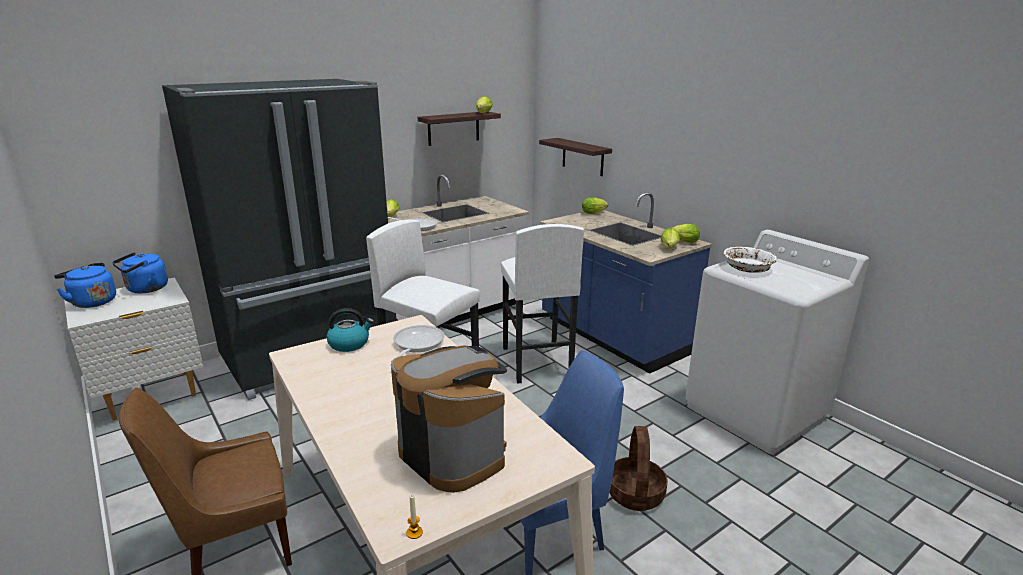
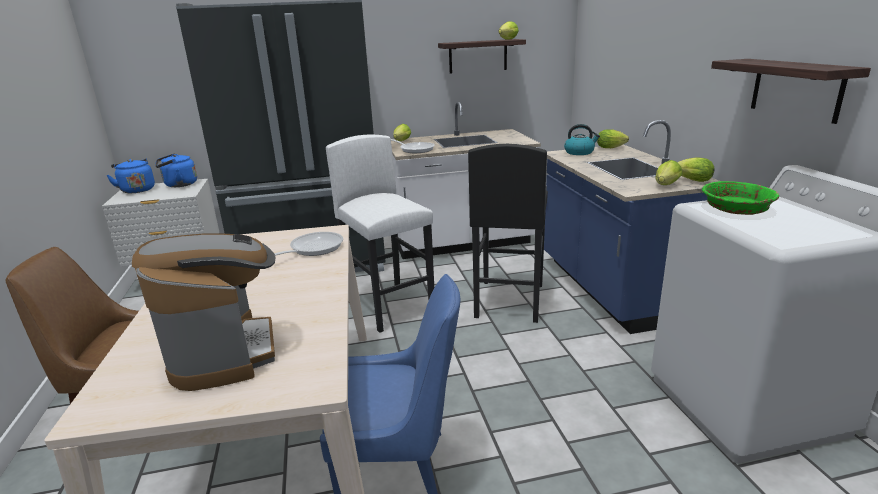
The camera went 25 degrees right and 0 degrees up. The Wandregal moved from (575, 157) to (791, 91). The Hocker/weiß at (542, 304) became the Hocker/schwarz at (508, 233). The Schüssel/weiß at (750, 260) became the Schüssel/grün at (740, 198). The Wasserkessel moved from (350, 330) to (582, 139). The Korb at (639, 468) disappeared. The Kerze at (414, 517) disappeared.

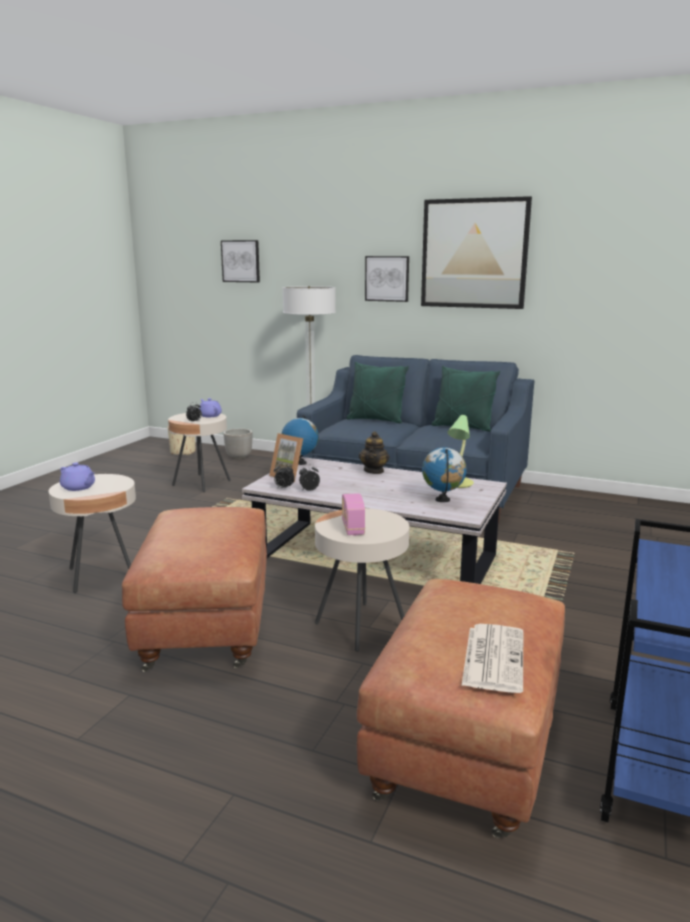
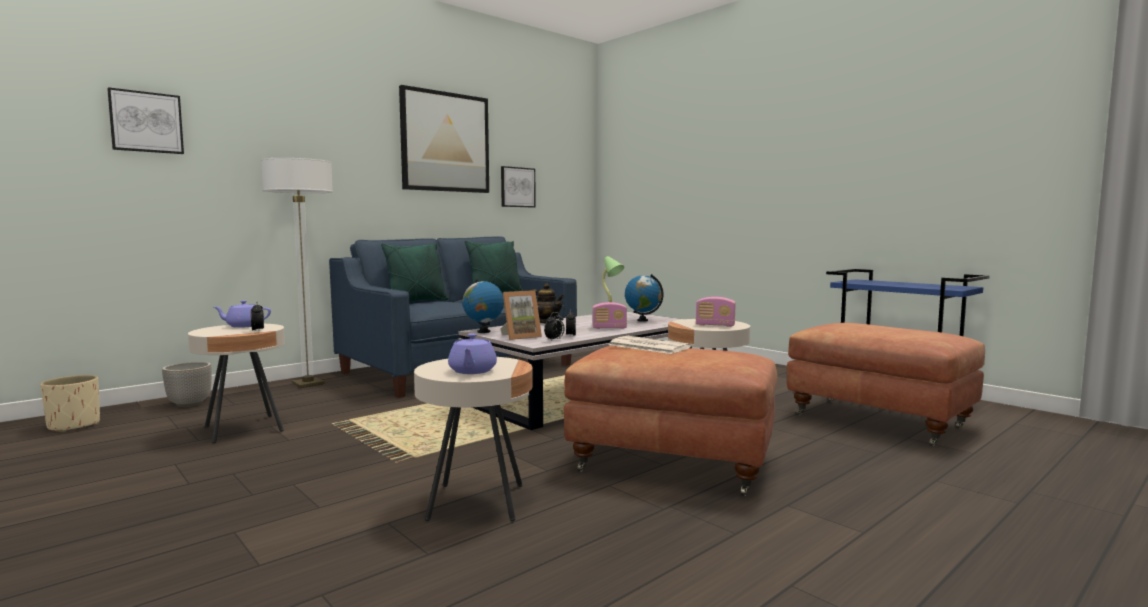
The camera went 65 degrees left and 10 degrees down. The Bild moved from (387, 279) to (518, 186). The Teekanne/lila at (77, 476) turned 120 degrees clockwise. The Zeitung moved from (492, 658) to (650, 345). The Radio at (609, 315) appeared.

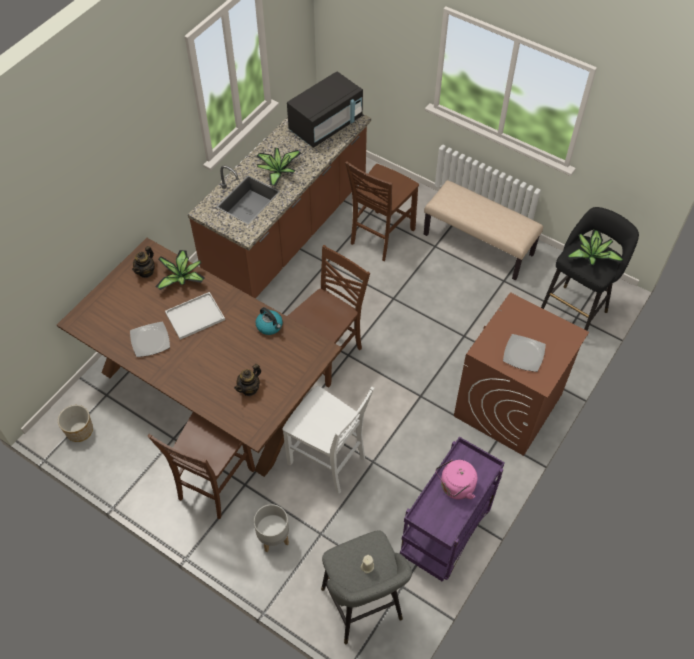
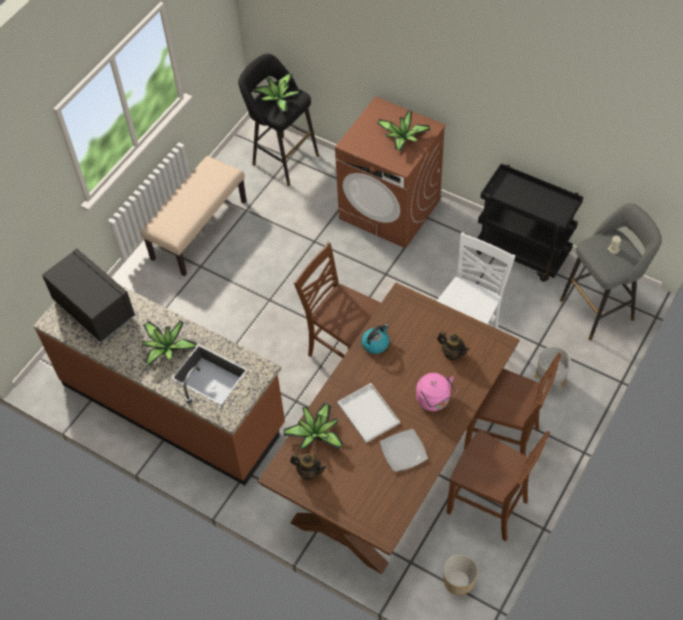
The camera went 90 degrees left and 0 degrees up. The Stuhl/braun moved from (382, 211) to (498, 486). The Teller at (524, 353) was replaced by the Topfpflanze at (403, 131). The Rollwagen/lila at (452, 509) became the Rollwagen/schwarz at (529, 223). The Wasserkessel/rosa moved from (456, 479) to (436, 392).

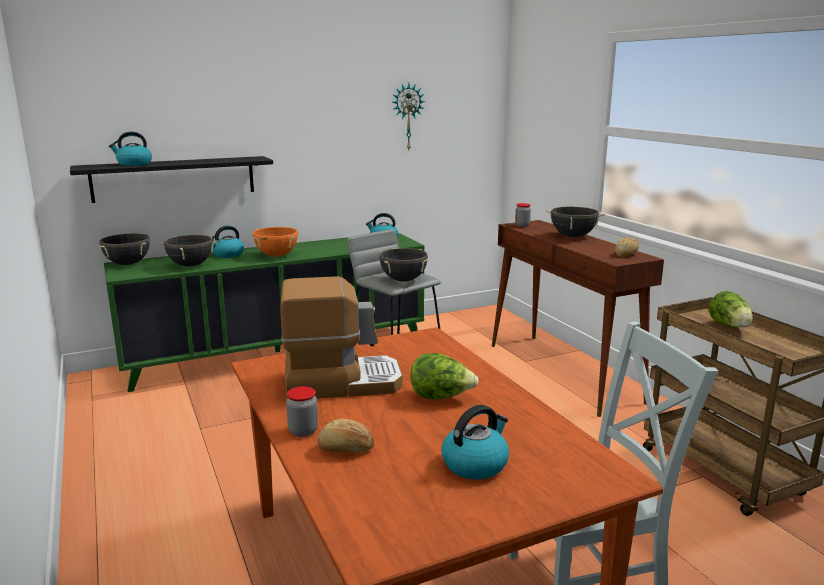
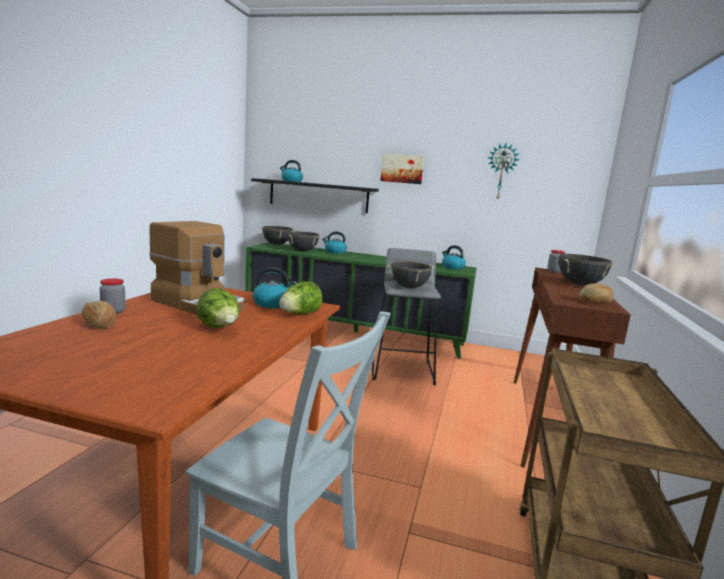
The camera went 40 degrees right and 5 degrees down. The Kochtopf/orange at (275, 242) disappeared. The Salatkopf moved from (731, 309) to (300, 297). The Wasserkessel moved from (475, 442) to (274, 287). The Bild at (402, 168) appeared.

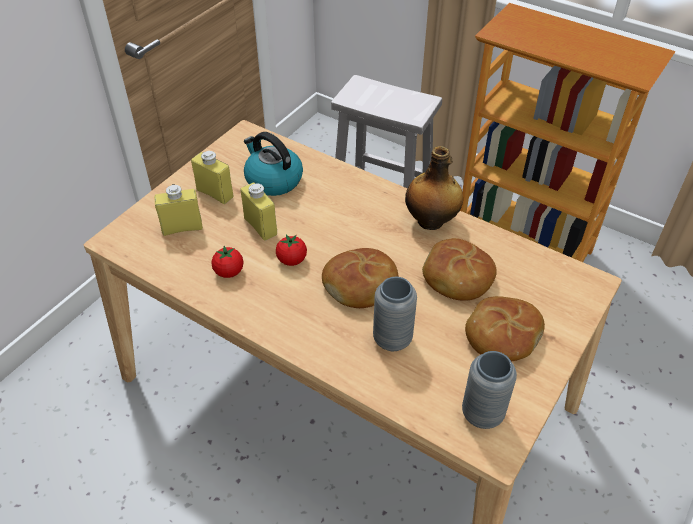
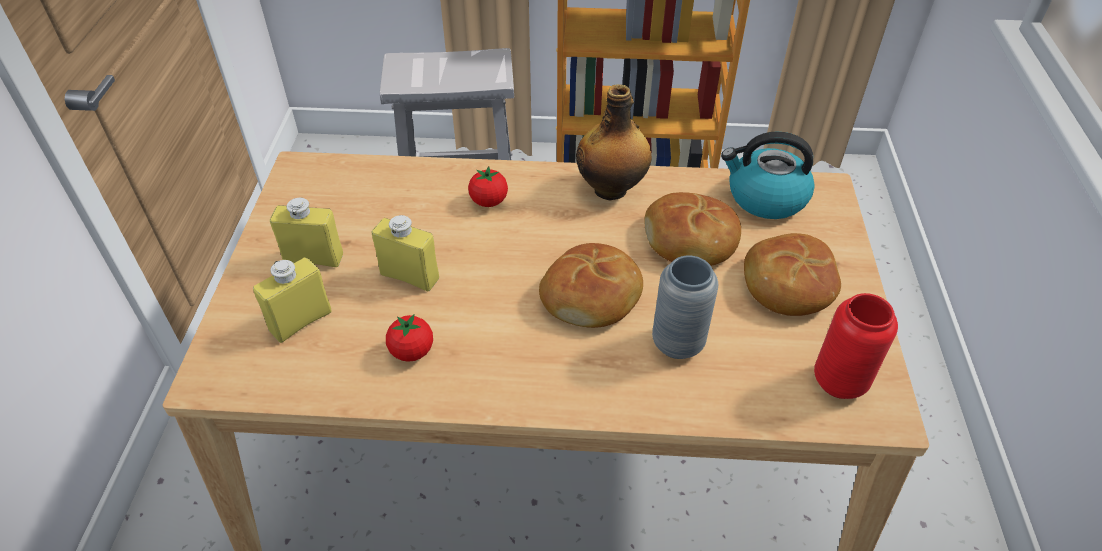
The camera went 30 degrees left and 0 degrees up. The Wasserkessel moved from (273, 164) to (768, 175). The Tomate moved from (291, 250) to (488, 186). The Vase/grau at (489, 390) became the Vase/rot at (856, 346).

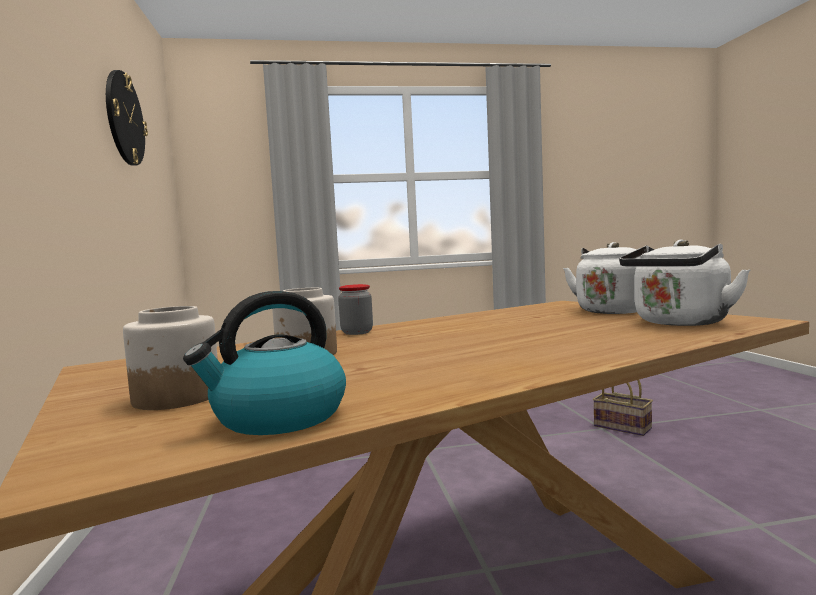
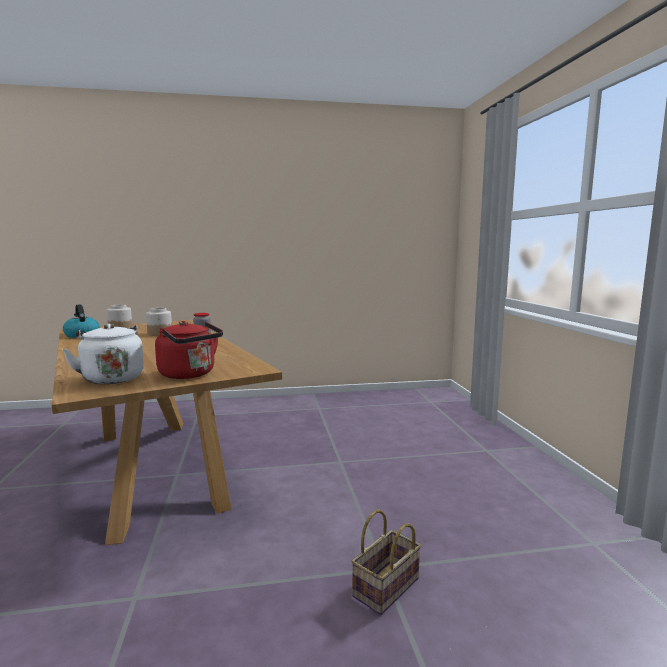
The camera went 90 degrees right and 5 degrees up. The Wanduhr at (127, 118) disappeared. The Wasserkessel/weiß at (608, 278) became the Wasserkessel/rot at (189, 350).

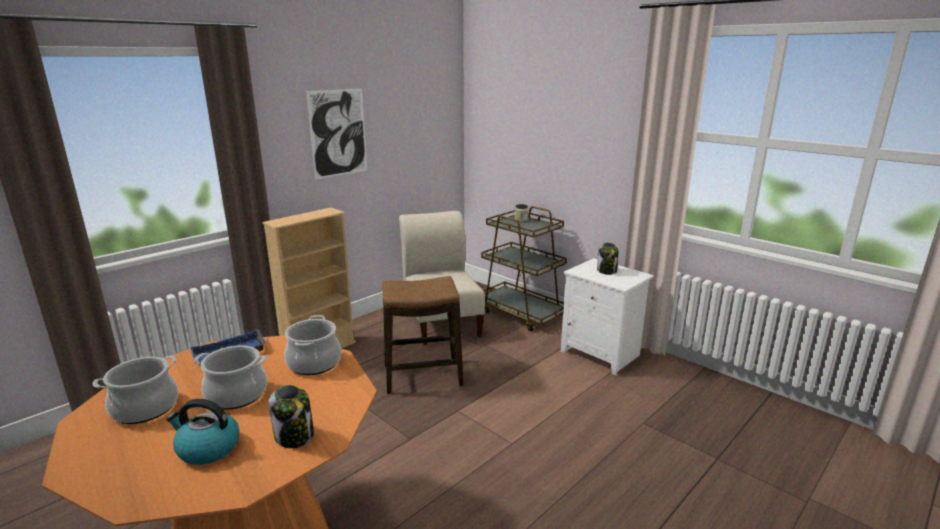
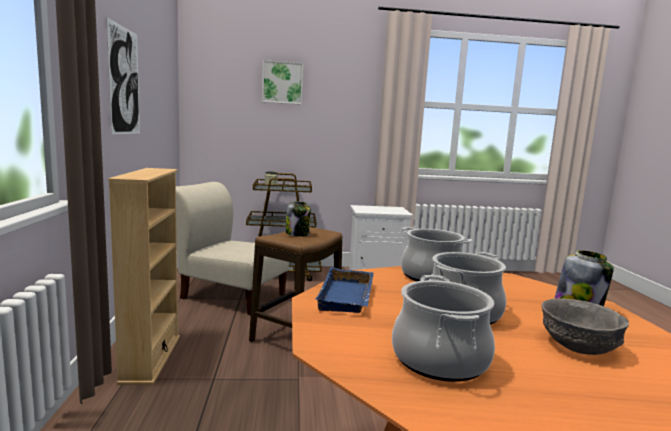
The camera went 50 degrees left and 10 degrees down. The Vorratsglas moved from (607, 258) to (298, 219). The Wasserkessel at (203, 432) was replaced by the Schüssel/grau at (585, 327). The Bild at (282, 82) appeared.

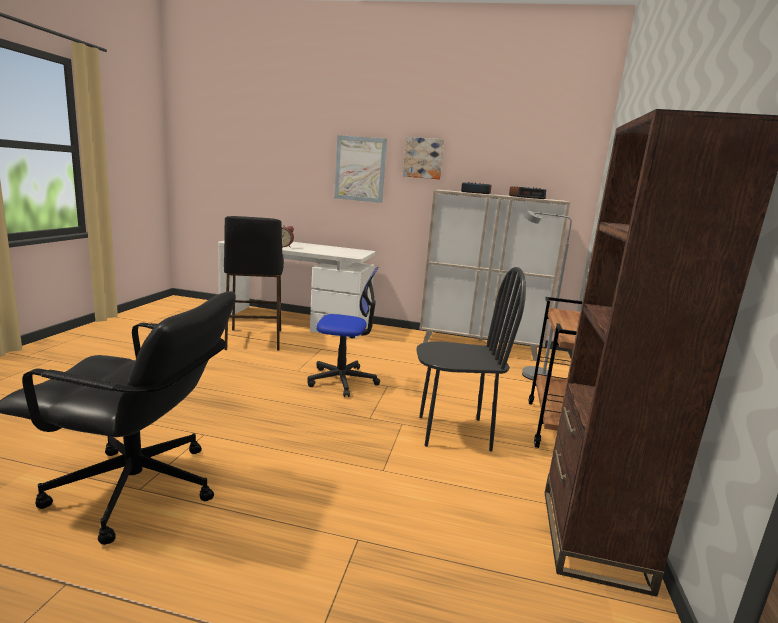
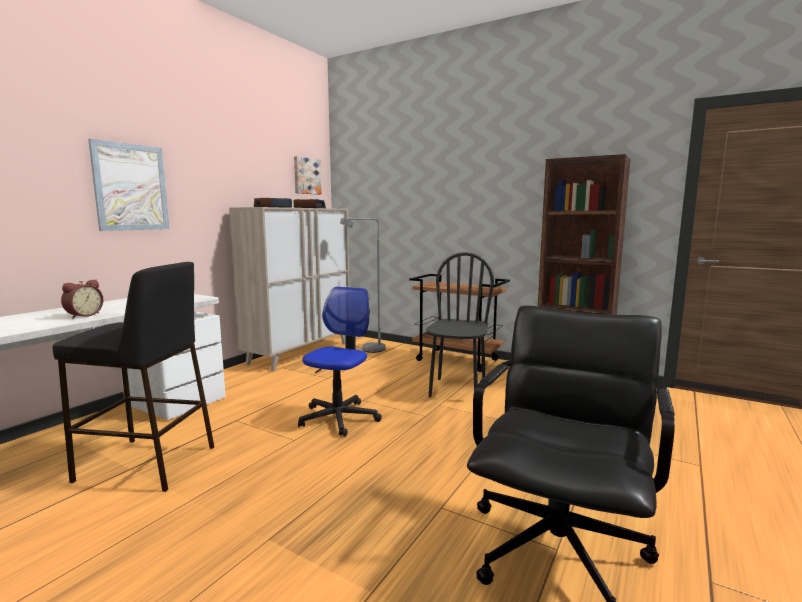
The camera went 70 degrees left and 5 degrees down. The Bild moved from (423, 158) to (308, 175).

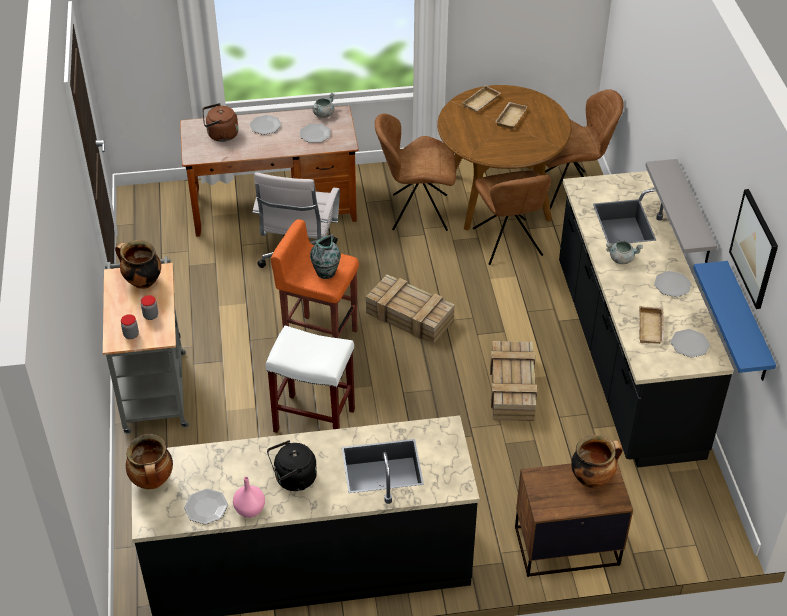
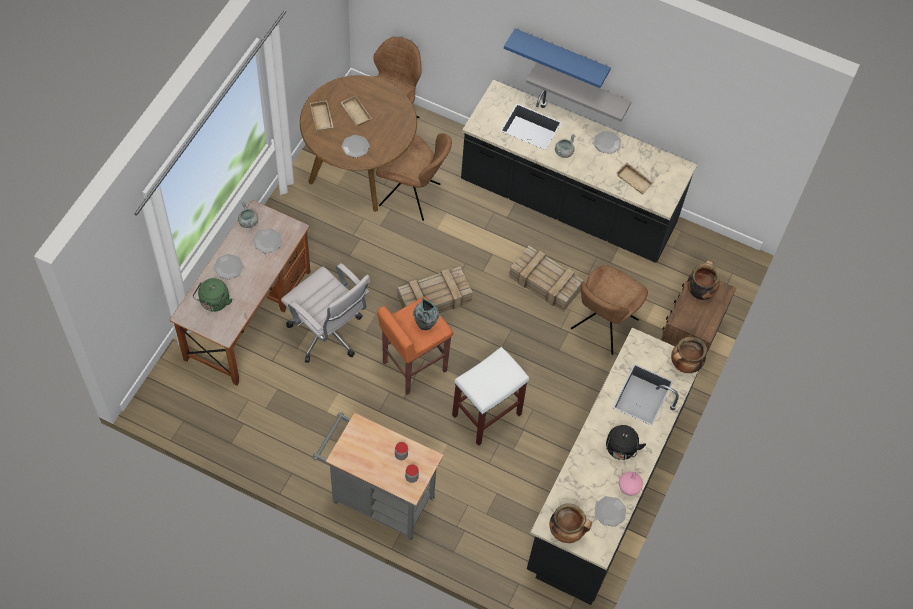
The camera went 60 degrees left and 15 degrees up. The Wasserkessel/braun at (220, 122) became the Wasserkessel/grün at (212, 295). The Stuhl/braun moved from (415, 172) to (609, 310). The Bild at (753, 249) disappeared. The Kochtopf moved from (138, 264) to (689, 355). The Wandregal/blau moved from (734, 321) to (557, 58). The Teller moved from (690, 343) to (355, 146).

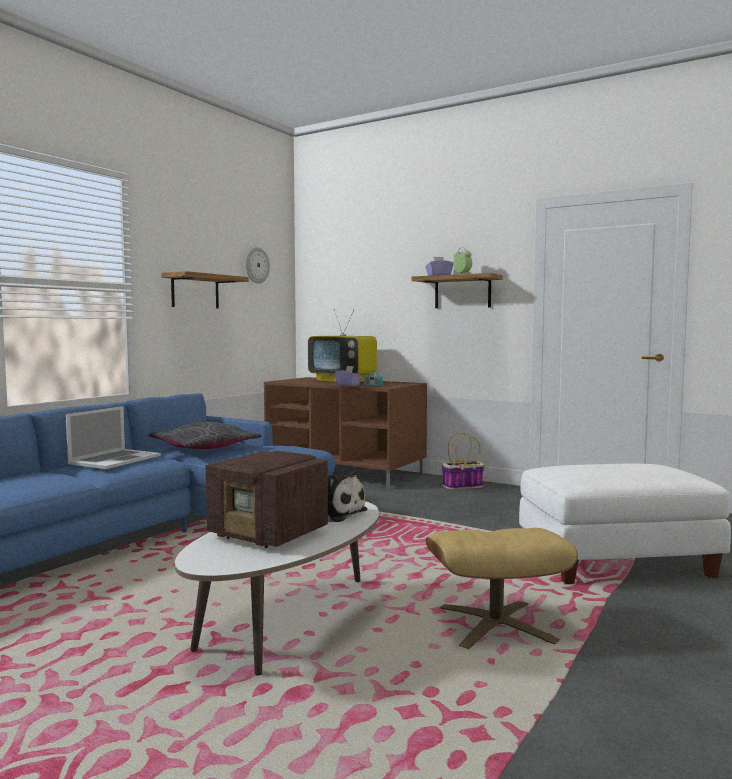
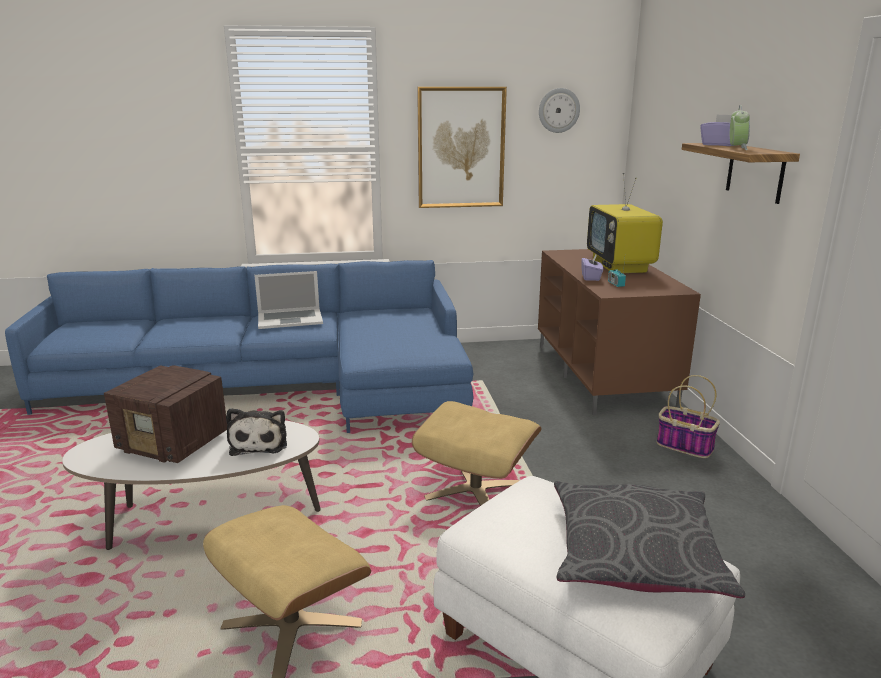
The camera went 50 degrees right and 15 degrees up. The Wandregal at (205, 290) was replaced by the Bild at (462, 147). The Kissen/grau moved from (205, 435) to (649, 539). The Radio at (267, 499) turned 60 degrees counterclockwise. The Polsterhocker/beige at (476, 453) appeared.

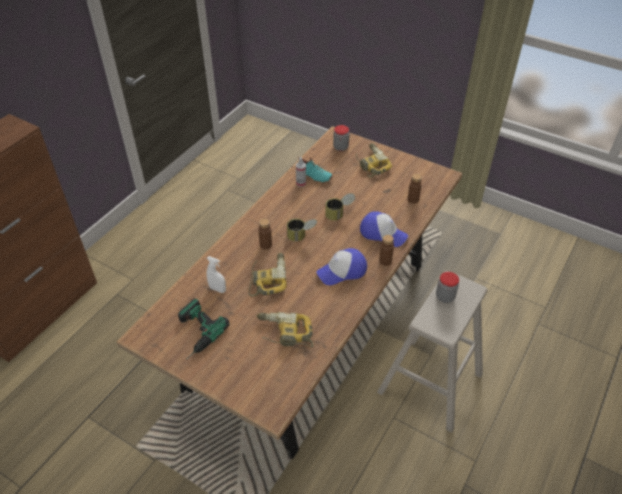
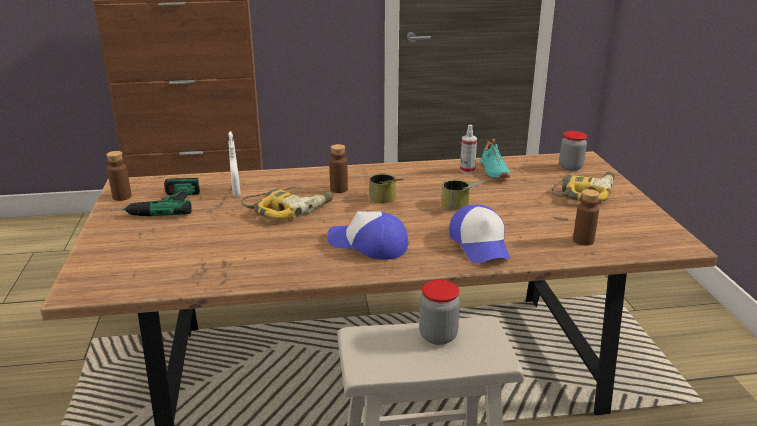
The camera went 50 degrees right and 20 degrees down. The Flasche/braun moved from (386, 250) to (119, 176). The Bohrmaschine at (285, 330) disappeared.

